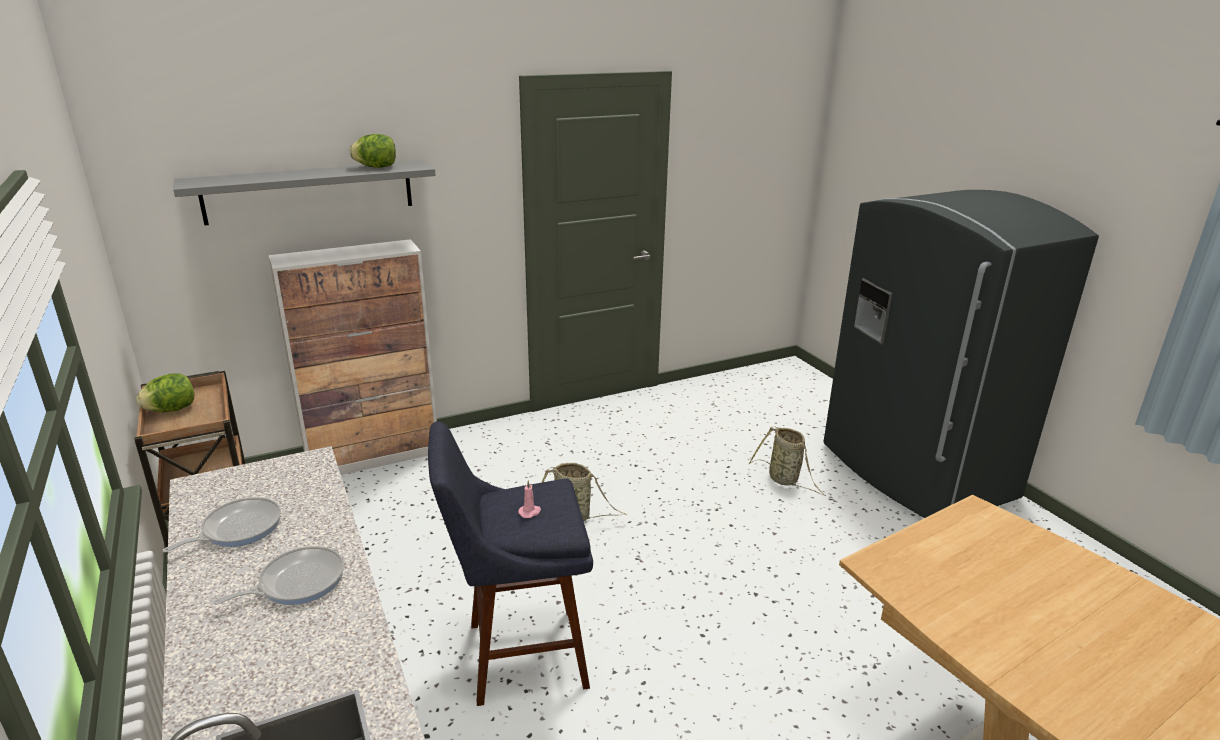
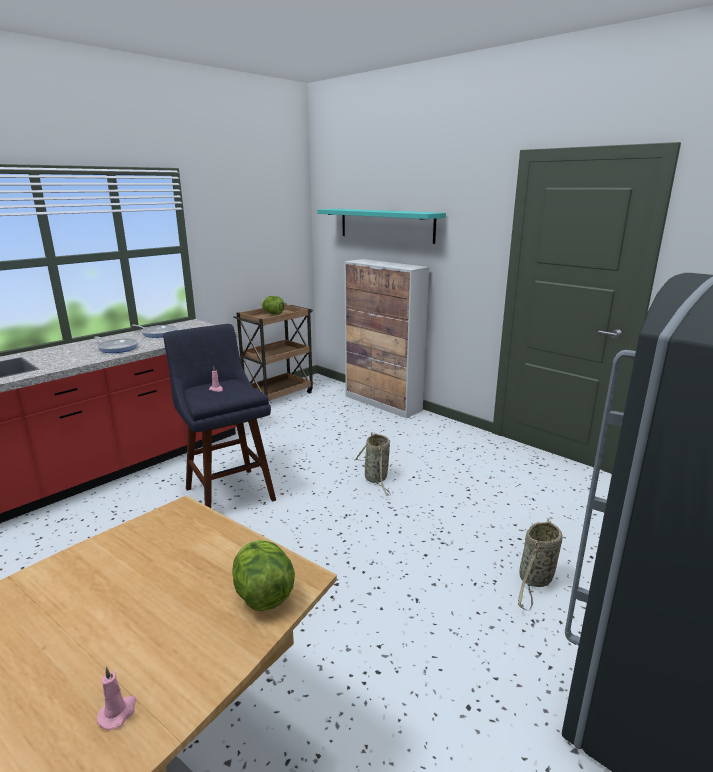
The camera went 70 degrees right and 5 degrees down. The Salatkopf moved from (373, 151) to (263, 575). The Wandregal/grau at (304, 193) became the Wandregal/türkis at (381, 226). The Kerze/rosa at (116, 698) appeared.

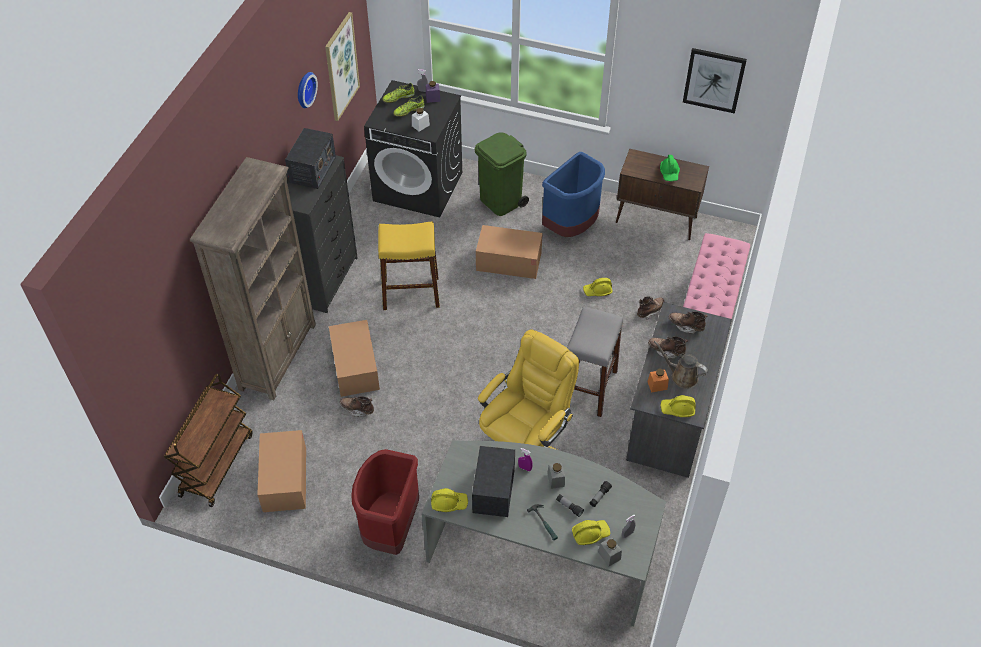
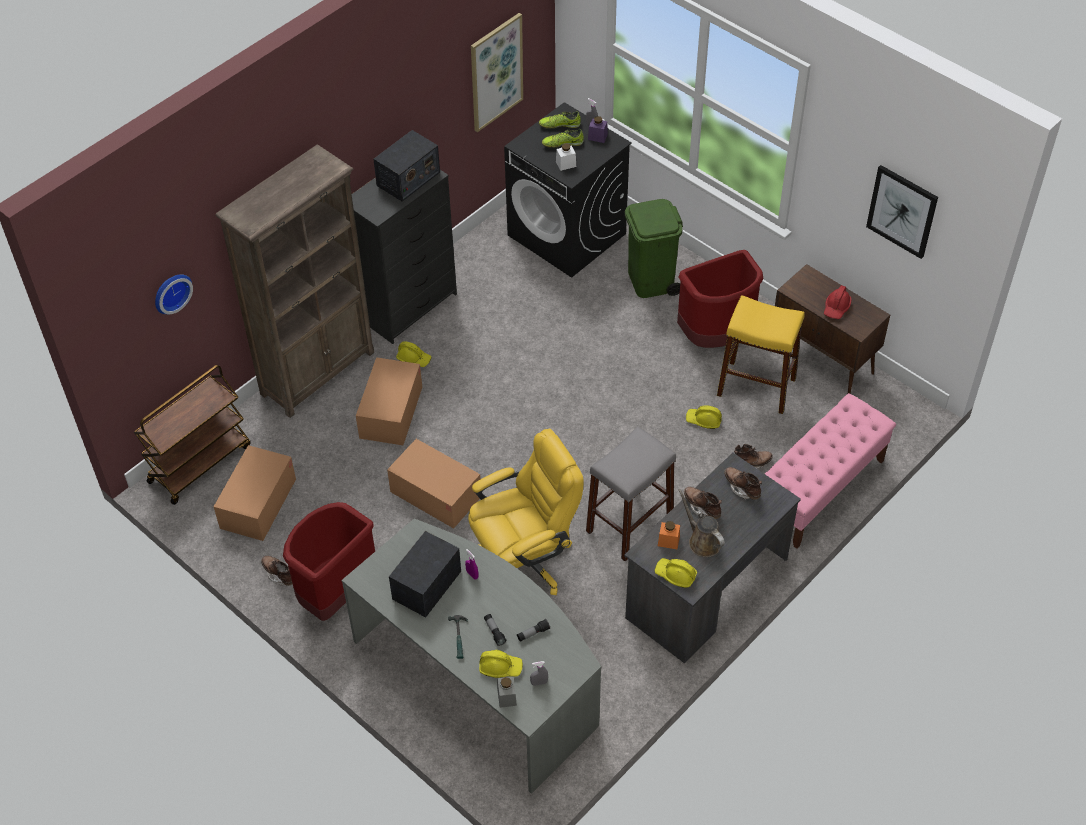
The camera went 25 degrees right and 0 degrees up. The Wanduhr moved from (308, 90) to (174, 294). The Mülleimer/blau at (573, 194) became the Mülleimer/rot at (720, 299). The Schutzhelm/grün at (670, 168) became the Schutzhelm/rot at (837, 302). The Hocker/gelb moved from (409, 265) to (761, 354). The Karton moved from (509, 252) to (433, 484). The Stiefel/braun moved from (357, 406) to (276, 571). The Vorratsglas/grau at (556, 475) disappeared. The Schutzhelm/gelb moved from (449, 500) to (414, 354).

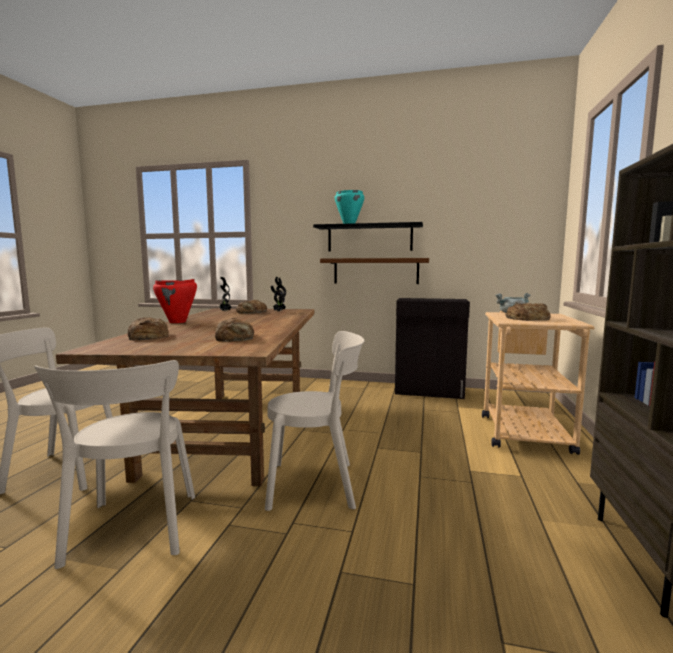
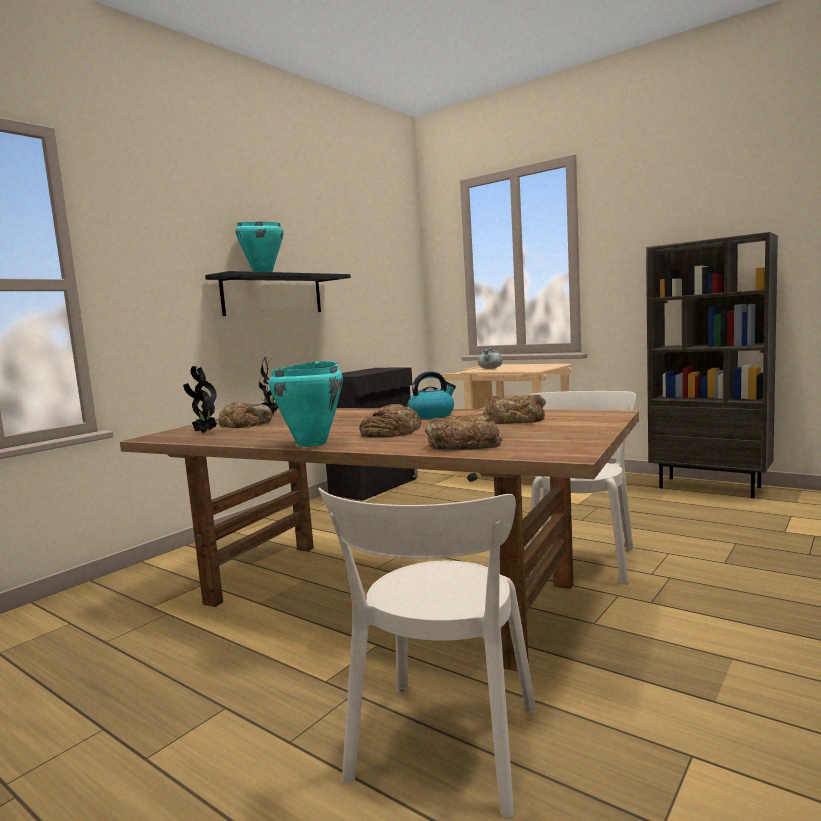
The camera went 65 degrees left and 0 degrees up. The Wandregal/braun at (374, 271) disappeared. The Kochtopf/rot at (175, 301) became the Kochtopf/türkis at (306, 404). The Brot moved from (528, 312) to (390, 420). The Stuhl/beige at (114, 464) disappeared. The Wasserkessel at (431, 395) appeared.

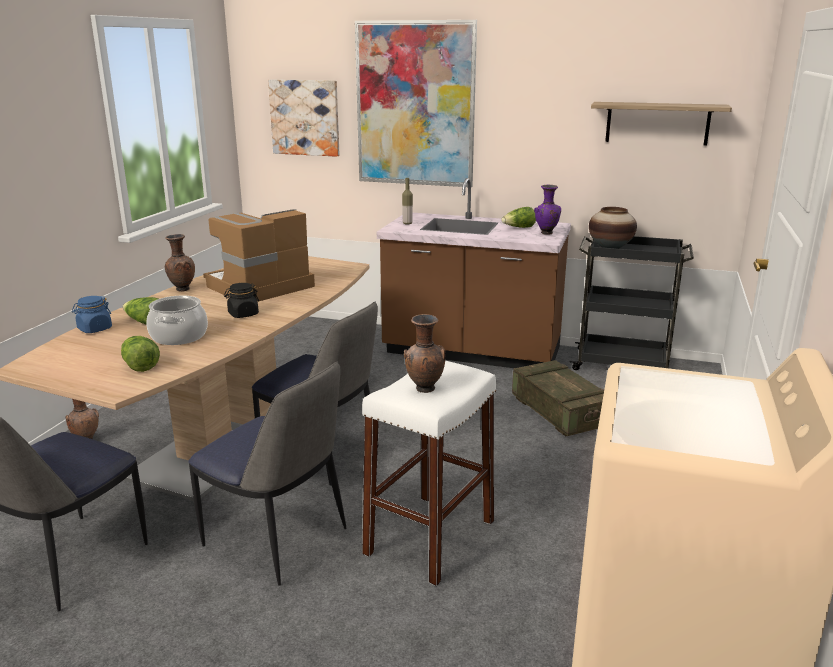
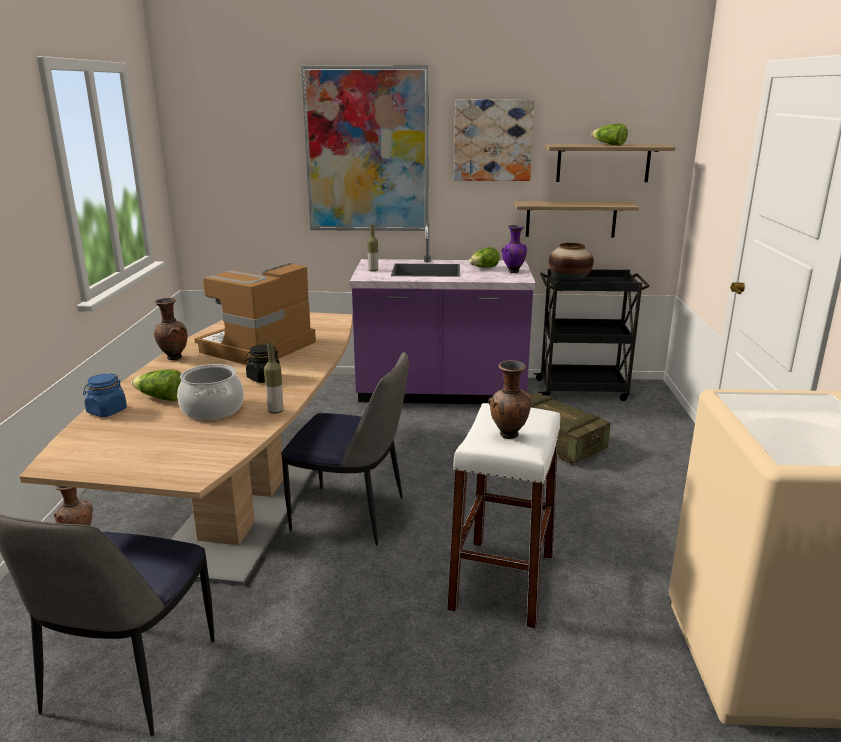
The camera went 15 degrees left and 0 degrees up. The Bild moved from (304, 118) to (494, 140). The Küchenzeile/braun at (474, 273) became the Küchenzeile/lila at (443, 313). The Salatkopf moved from (140, 354) to (609, 135). The Stuhl at (267, 473) disappeared. The Wandregal at (576, 219) appeared. The Flasche at (273, 378) appeared.

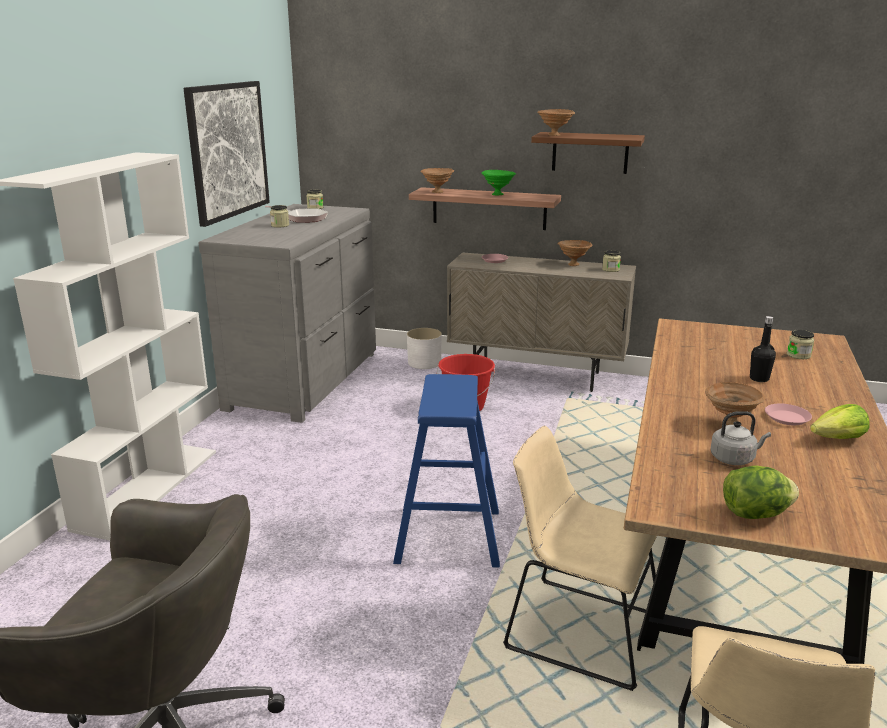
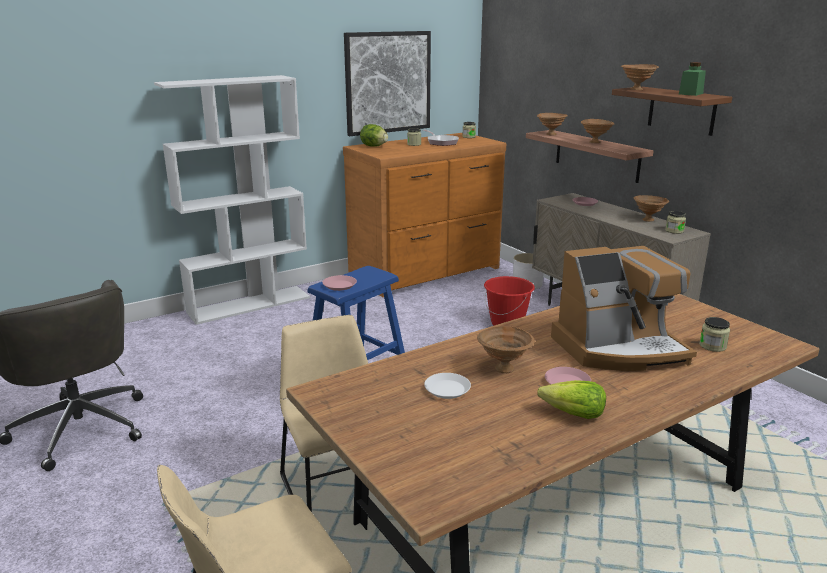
The camera went 40 degrees right and 0 degrees up. The Schüssel/grün at (499, 182) became the Schüssel/braun at (597, 131). The Kommode/grau at (287, 313) became the Kommode/braun at (424, 215). The Flasche/schwarz at (763, 349) was replaced by the Kaffeemaschine at (624, 308). The Wasserkessel/grau at (740, 438) was replaced by the Teller/weiß at (447, 386). The Salatkopf moved from (761, 492) to (374, 135). The Vorratsglas/grün at (692, 79) appeared. The Teller/rosa at (339, 283) appeared.

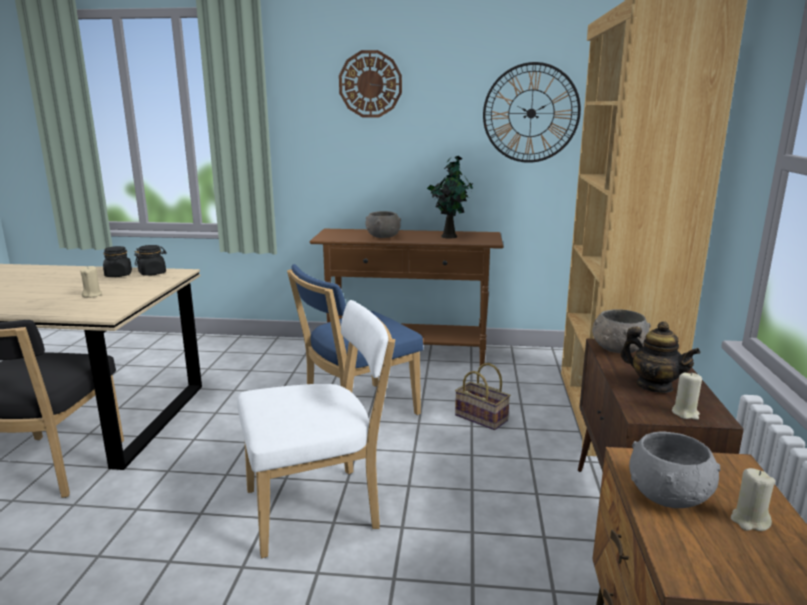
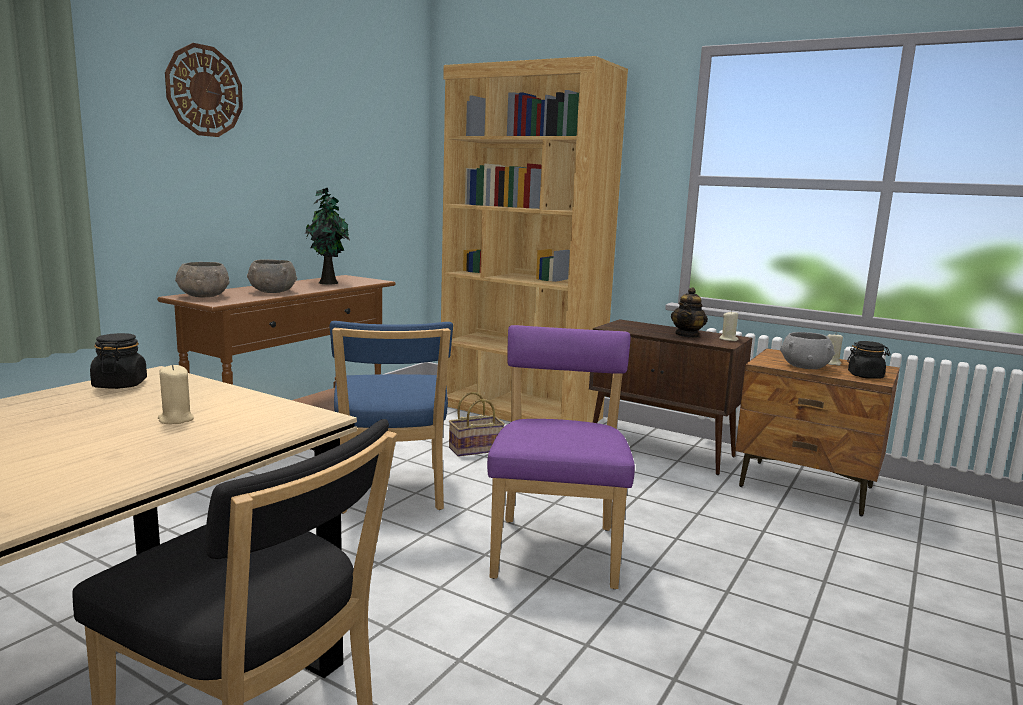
The camera went 65 degrees left and 5 degrees down. The Wanduhr at (532, 112) disappeared. The Vorratsglas/schwarz moved from (117, 261) to (869, 360). The Stuhl/weiß at (316, 429) became the Stuhl/lila at (561, 457). The Schüssel/grau moved from (621, 331) to (202, 280). The Teekanne at (660, 357) turned 135 degrees clockwise.

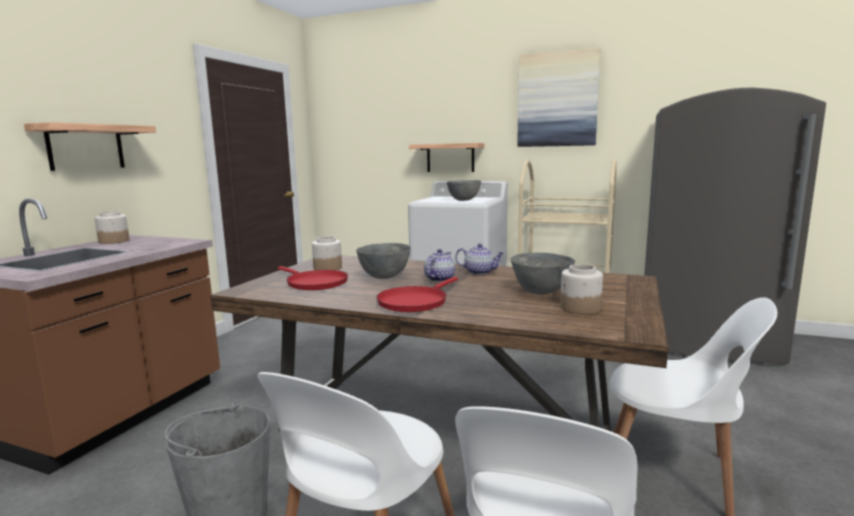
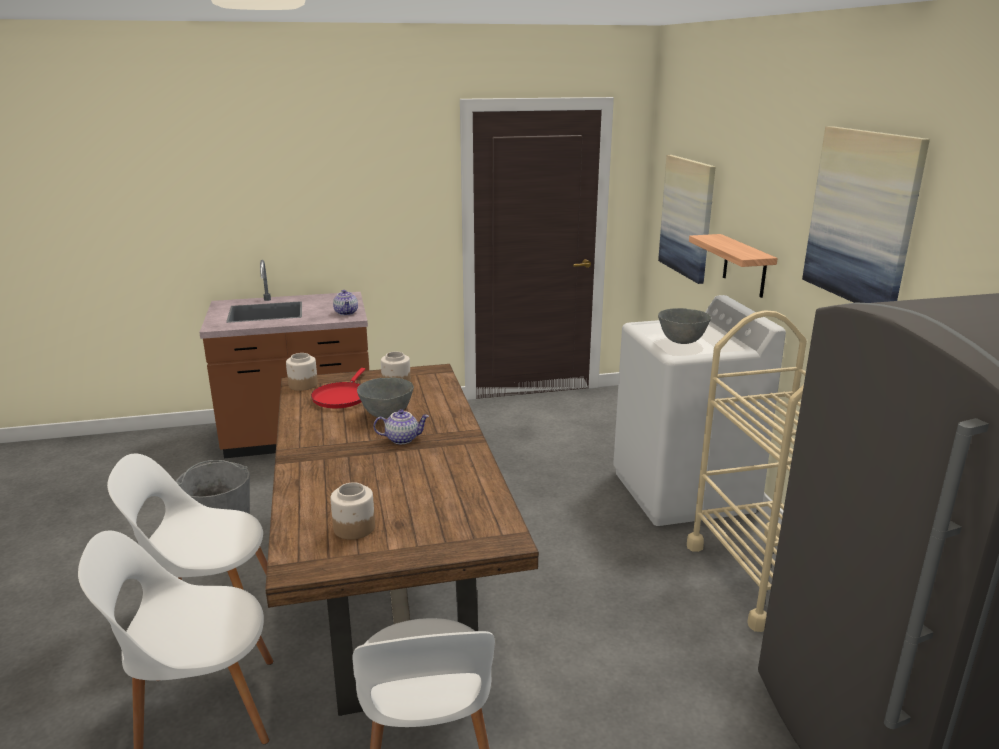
The camera went 55 degrees right and 10 degrees up. The Wandregal at (90, 146) disappeared. The Vorratsglas moved from (112, 227) to (302, 372). The Teekanne moved from (480, 259) to (345, 302). The Schüssel/grau at (542, 274) disappeared. The Pfanne/rot at (417, 294) disappeared. The Bild at (686, 219) appeared.

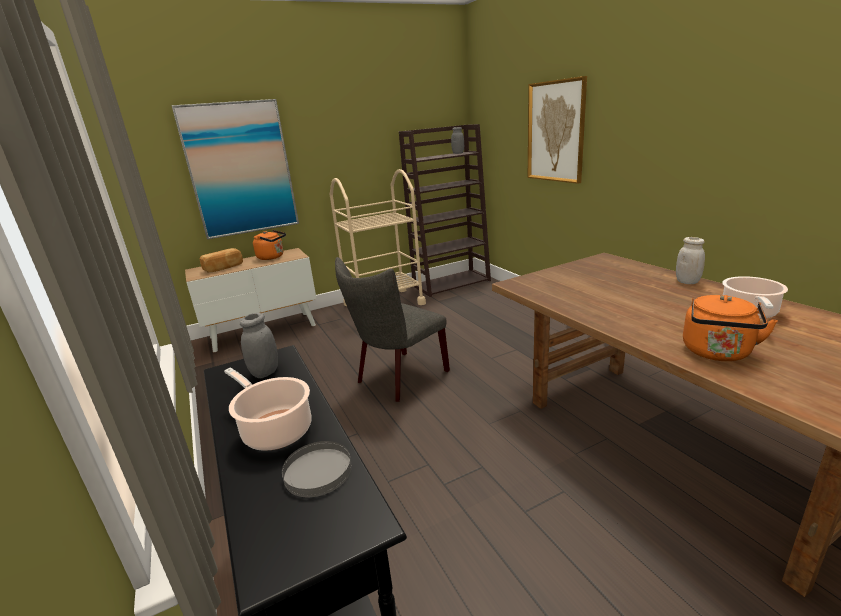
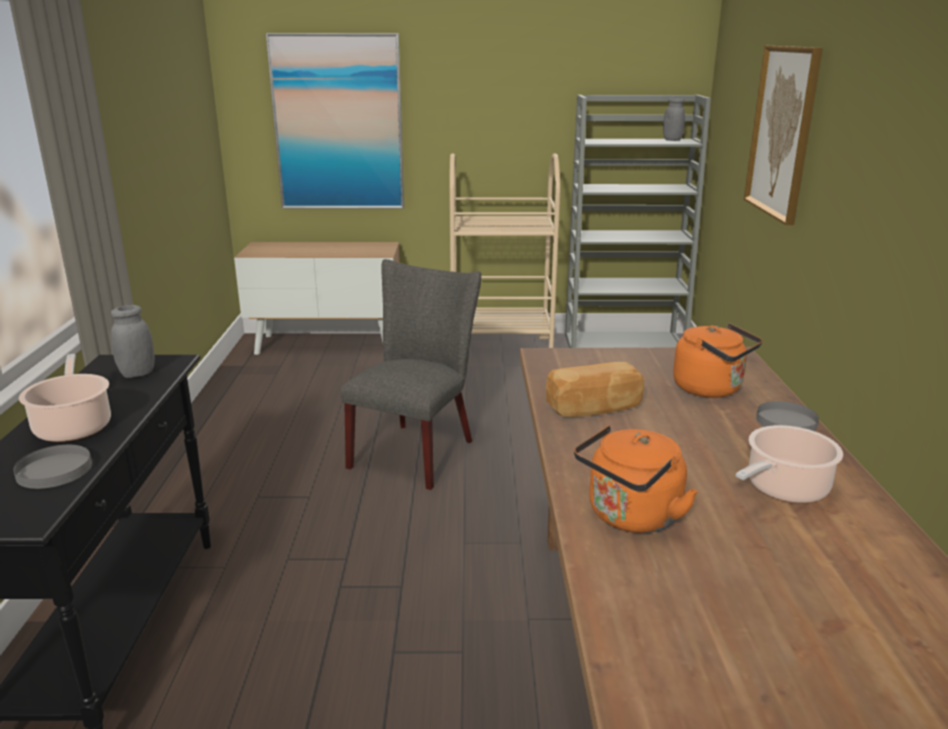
The camera went 25 degrees right and 0 degrees up. The Bücherregal/braun at (445, 210) became the Bücherregal/grau at (638, 221). The Wasserkessel/orange moved from (269, 245) to (717, 360). The Vorratsglas/weiß at (690, 260) was replaced by the Teller/grau at (787, 416). The Brot moved from (221, 260) to (595, 389). The Stuhl/grau at (392, 329) turned 135 degrees clockwise.

